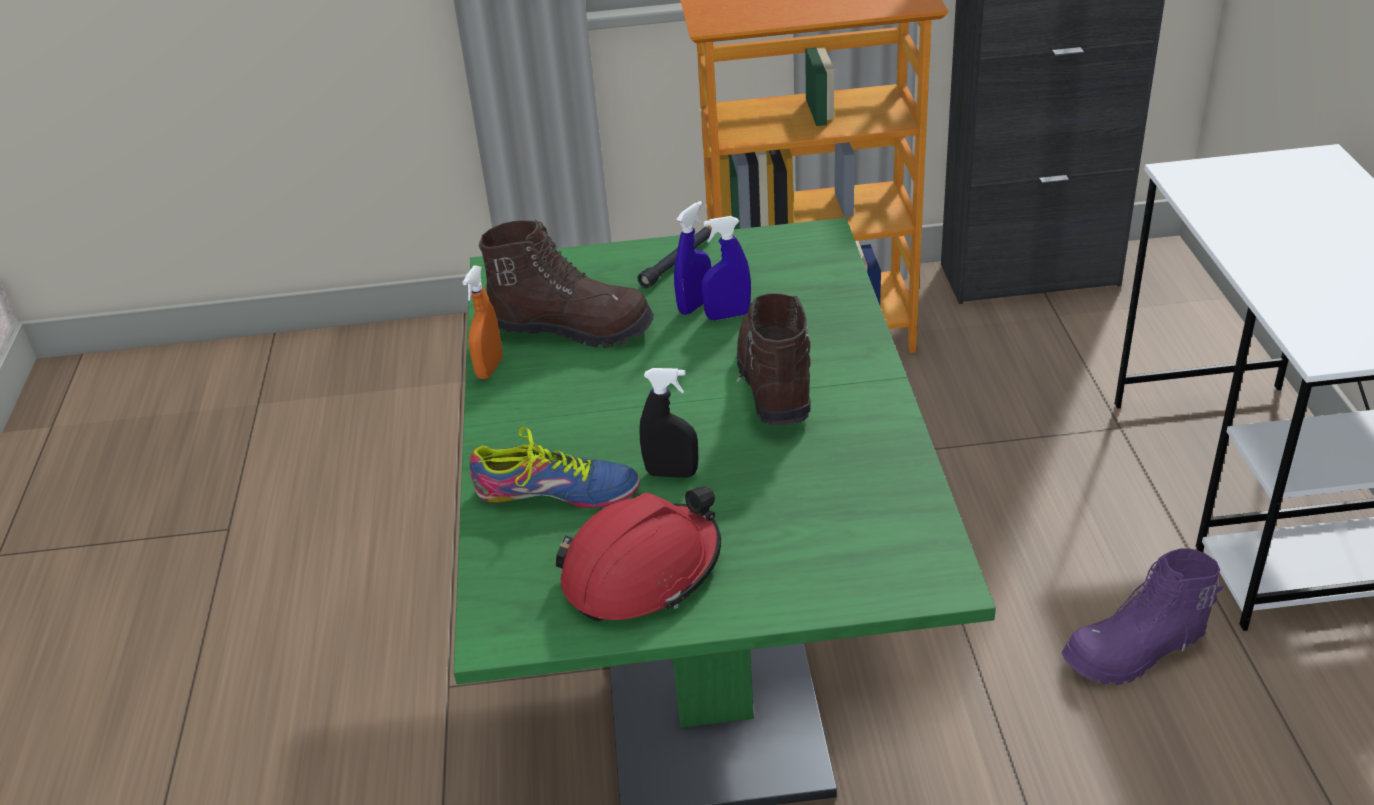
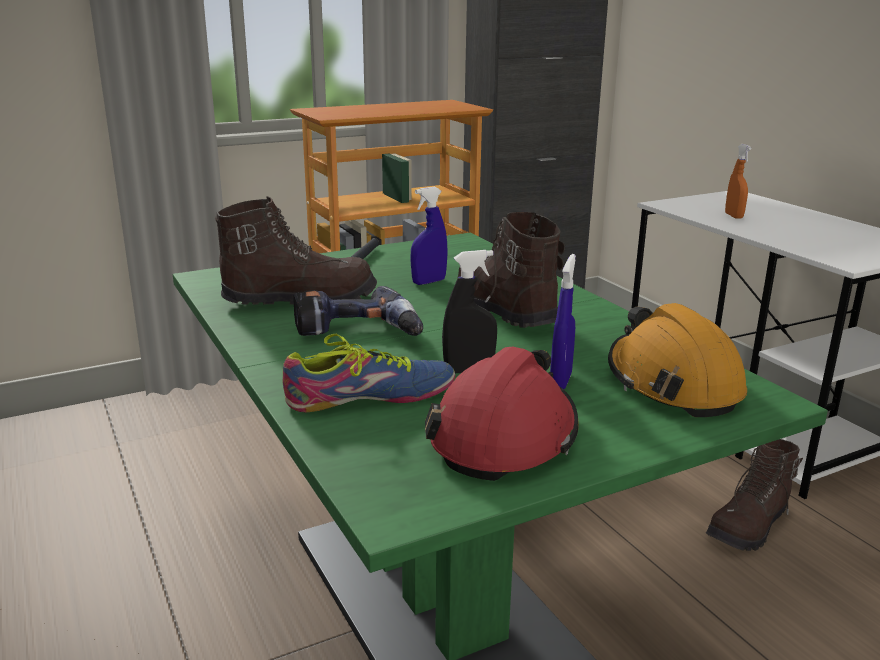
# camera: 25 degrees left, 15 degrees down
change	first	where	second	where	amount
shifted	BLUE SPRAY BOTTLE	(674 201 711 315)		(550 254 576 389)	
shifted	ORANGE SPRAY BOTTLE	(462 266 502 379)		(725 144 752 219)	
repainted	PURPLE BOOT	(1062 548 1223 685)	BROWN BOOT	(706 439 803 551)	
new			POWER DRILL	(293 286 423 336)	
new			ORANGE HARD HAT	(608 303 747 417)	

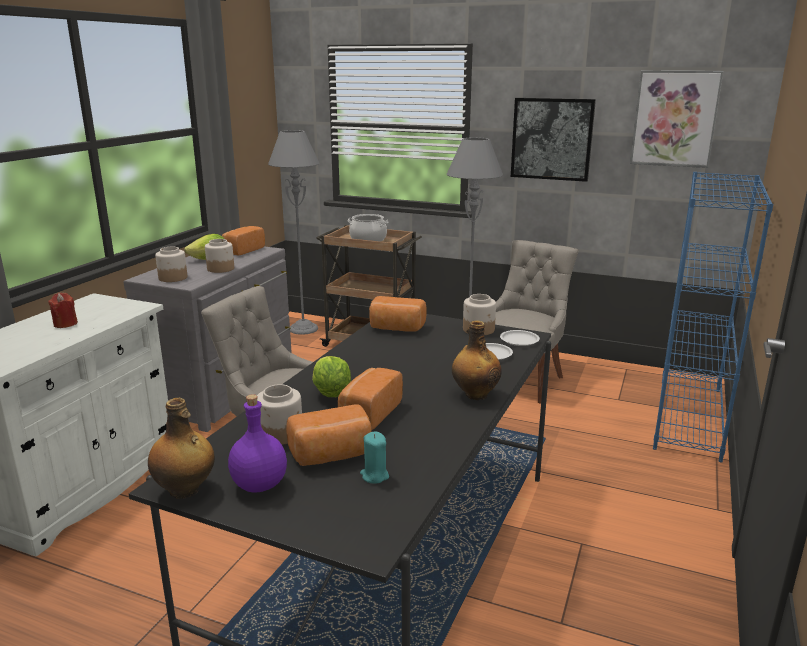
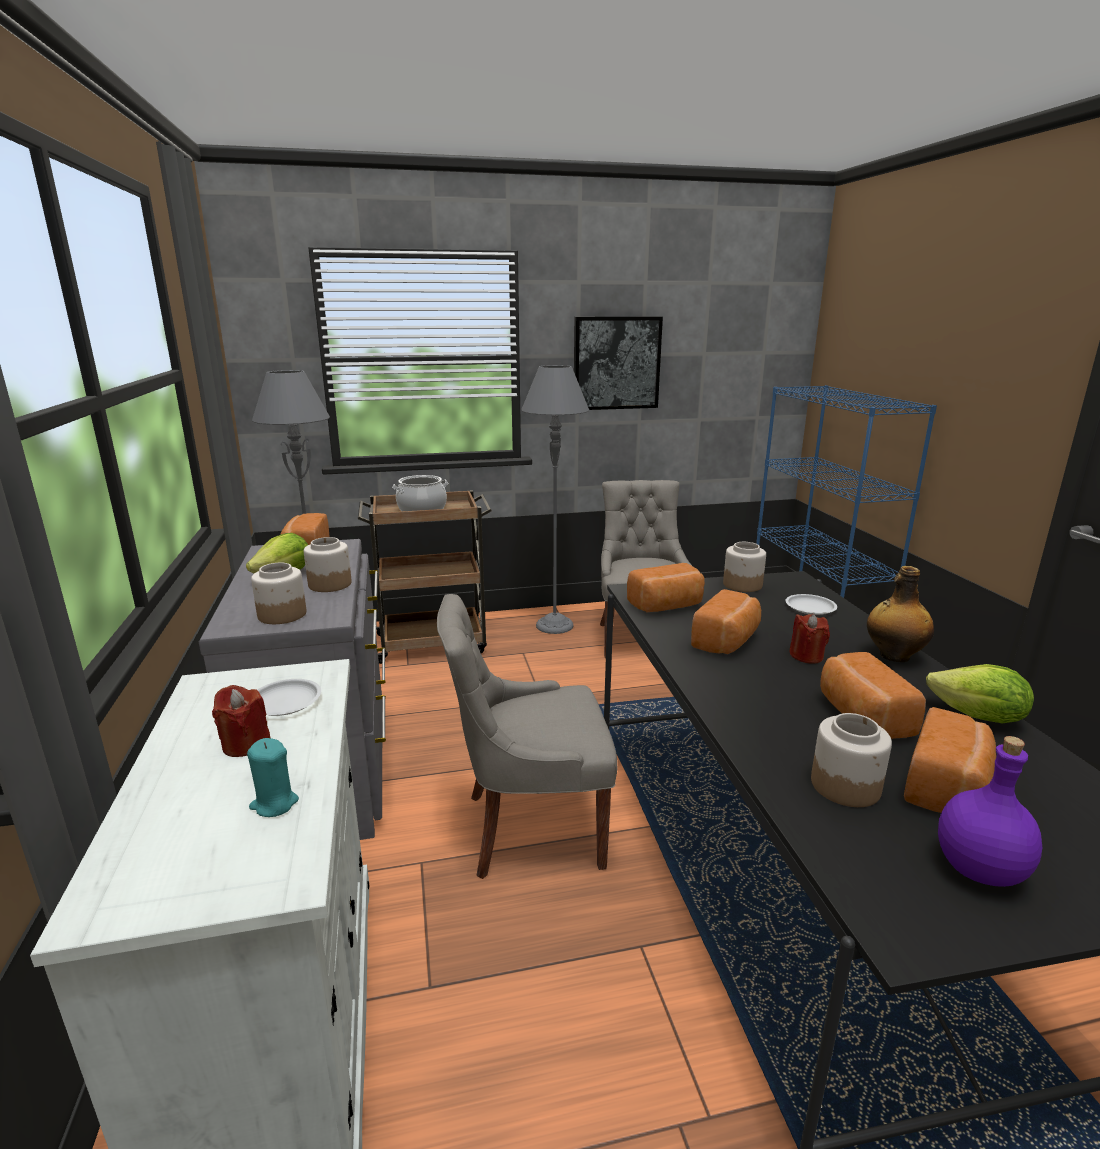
# camera: 35 degrees left, 0 degrees up
change	first	where	second	where	amount
gone	PICTURE	(630 70 723 168)			
shifted	WHITE PLATE	(500 330 540 346)		(257 679 321 716)	
shifted	LETTUCE	(312 356 351 397)		(926 664 1034 724)	
gone	BOTTLE	(148 397 215 499)			
shifted	TURQUOISE CANDLE	(360 432 389 483)		(247 738 299 817)	
new			BREAD	(691 589 761 654)	
new			RED CANDLE	(789 614 830 664)	

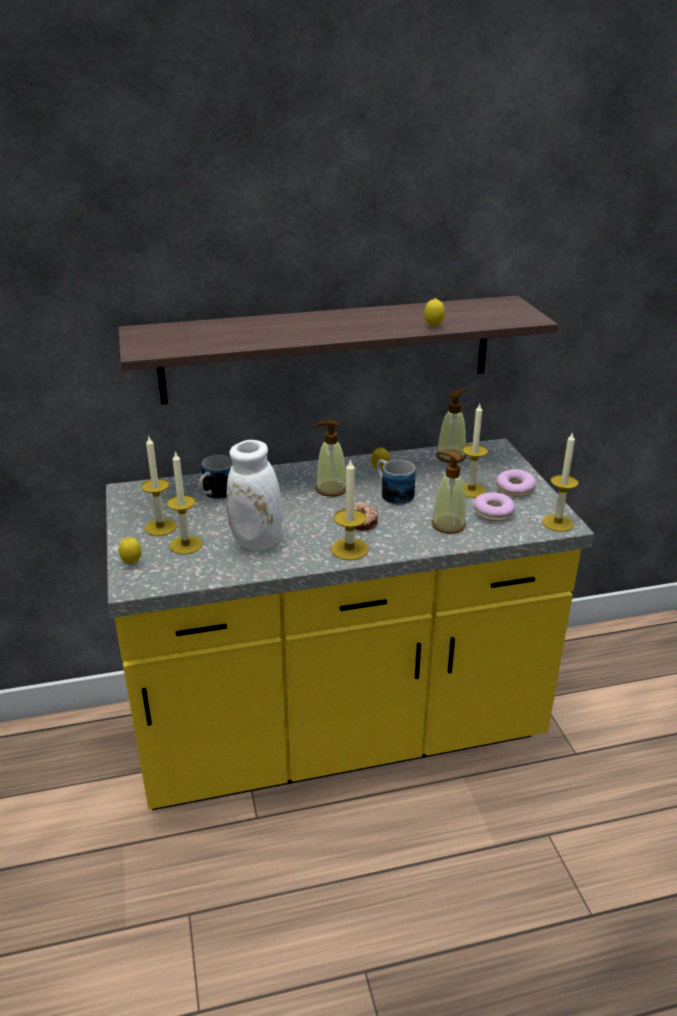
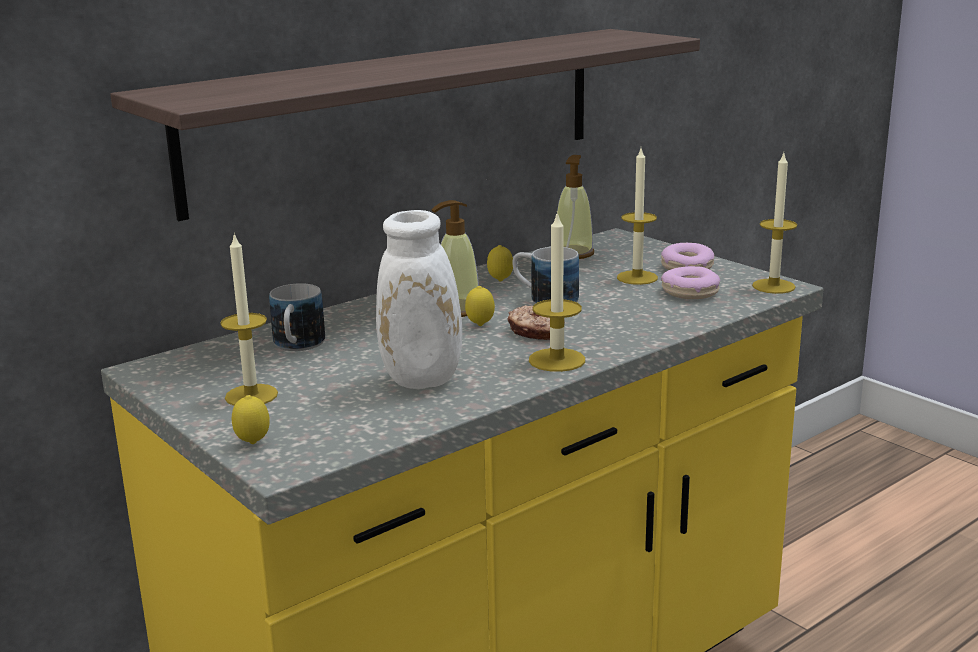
# camera: 25 degrees left, 10 degrees down
change	first	where	second	where	amount
shifted	LEMON	(424 298 445 327)		(465 286 495 326)	
gone	SOAP DISPENSER	(432 450 466 534)			
gone	CANDLE	(167 451 202 554)			

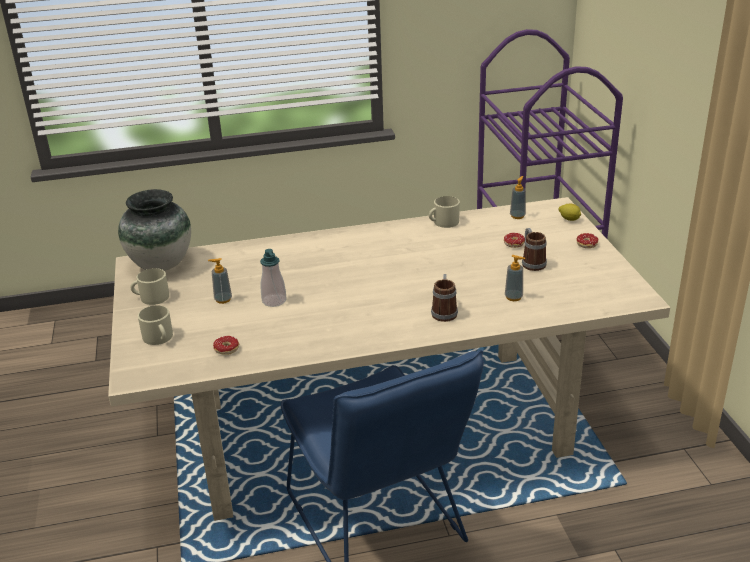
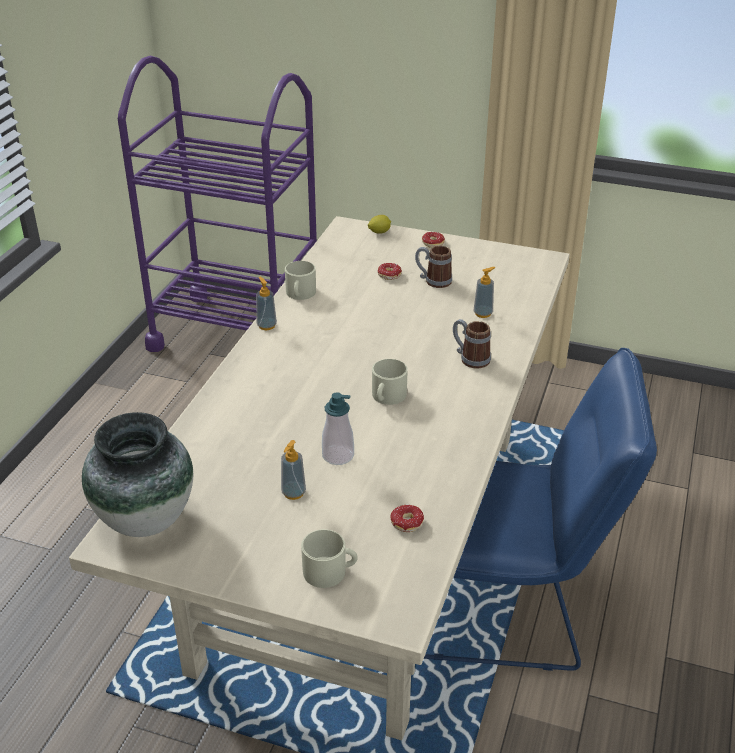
# camera: 60 degrees left, 5 degrees up
change	first	where	second	where	amount
shifted	SOAP DISPENSER	(510 176 526 219)		(256 277 277 330)	
shifted	BEIGE MUG	(130 268 169 305)		(372 359 408 405)	

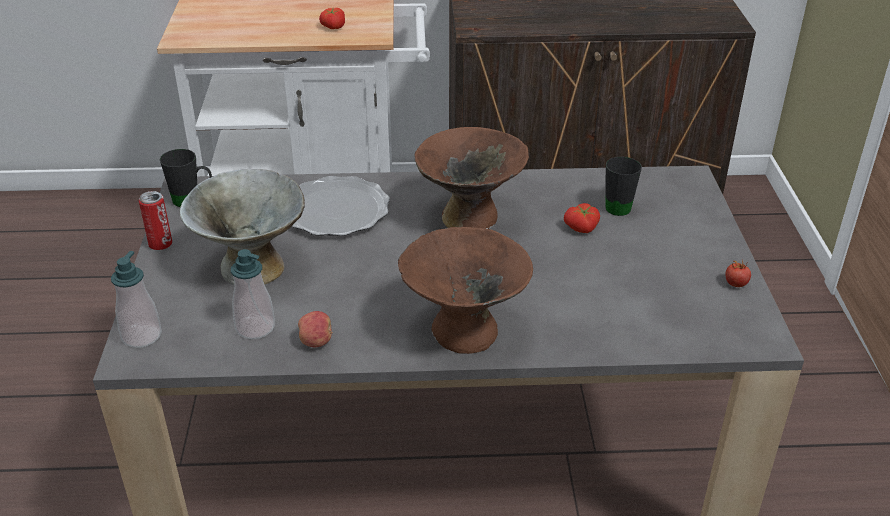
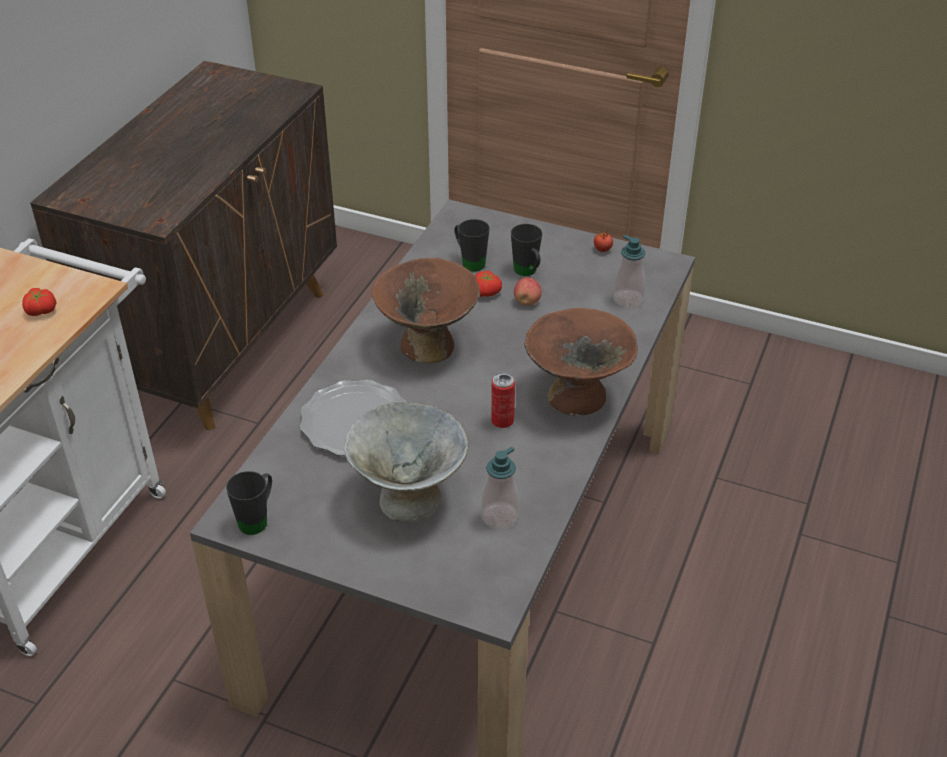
# camera: 65 degrees left, 5 degrees up
change	first	where	second	where	amount
shifted	CAN	(139 191 172 250)		(491 373 515 428)	
shifted	SOAP DISPENSER	(111 251 162 348)		(613 235 645 308)	
shifted	APPLE	(298 311 333 347)		(514 277 542 305)	
new			BLACK MUG	(511 224 542 276)	

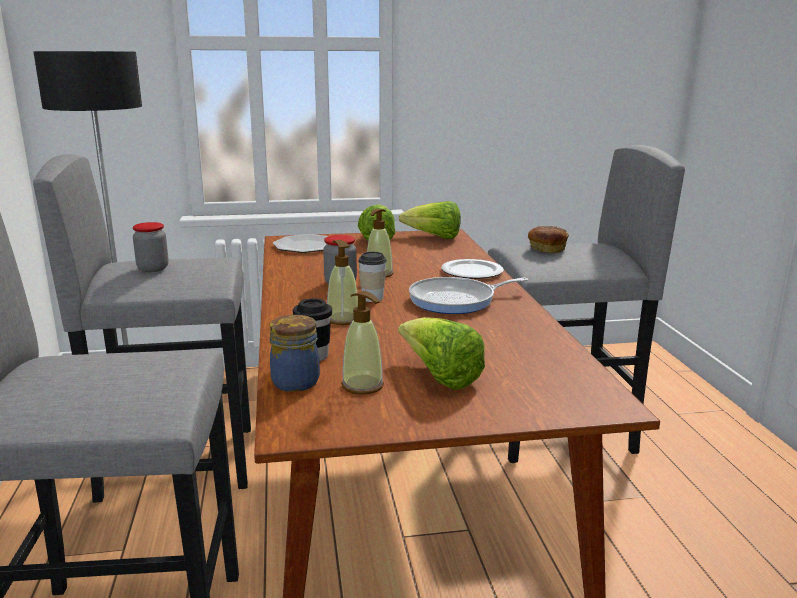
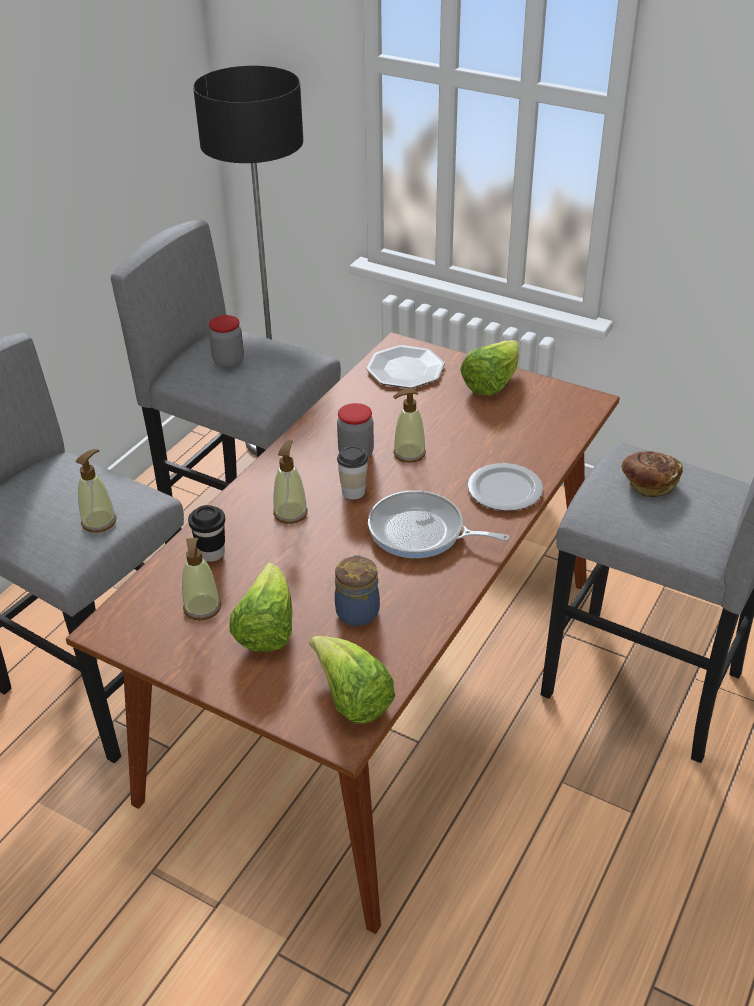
# camera: 40 degrees right, 20 degrees up
change	first	where	second	where	amount
shifted	LETTUCE	(399 201 461 239)		(310 636 395 724)	
shifted	JAR	(270 315 320 392)		(335 555 380 626)	
new			SOAP DISPENSER	(75 449 117 533)	

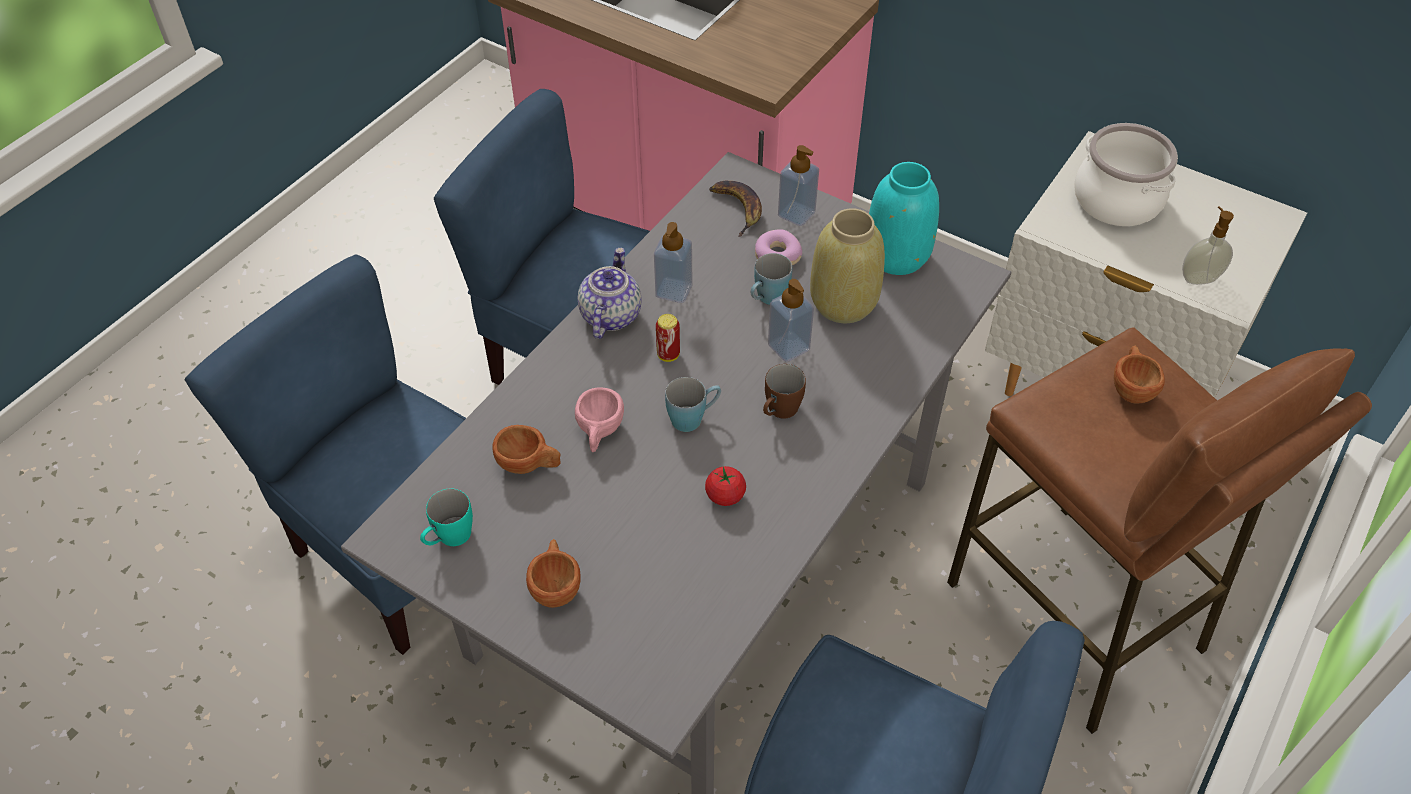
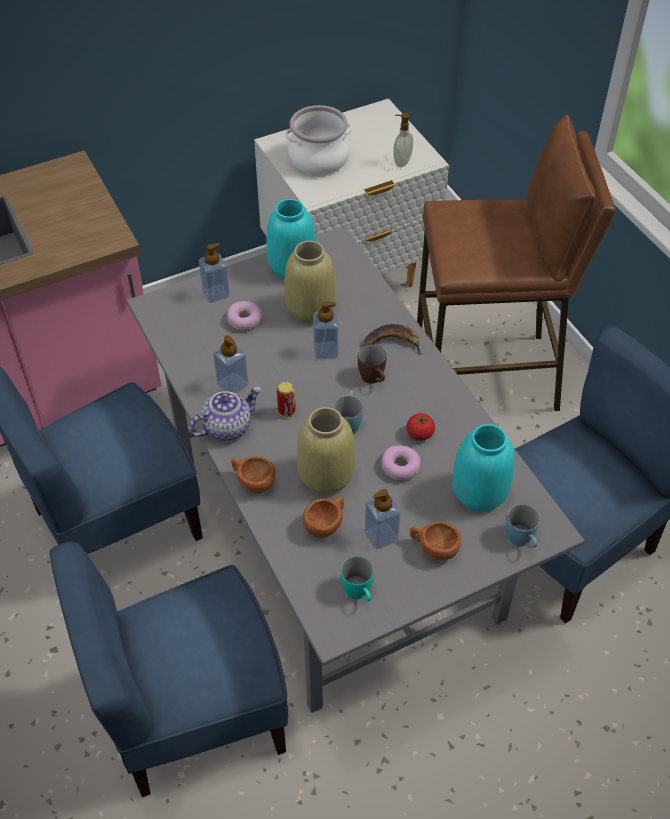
# camera: 60 degrees left, 0 degrees up
change	first	where	second	where	amount
shifted	BANANA	(709 181 762 237)		(363 324 422 355)	
rotated	TEAPOT	(578 247 641 339)		(188 387 261 441)	105 degrees clockwise
shifted	BLUE MUG	(751 253 792 305)		(506 504 539 548)	
shifted	BROWN CUP	(1114 346 1165 403)		(231 456 276 493)	
swapped	PINK CUP	(575 388 624 452)	BEIGE VASE	(297 407 355 494)	
new			TURQUOISE VASE	(452 424 515 511)	
new			DONUT	(381 445 421 480)	
new			SOAP DISPENSER	(365 489 401 549)	

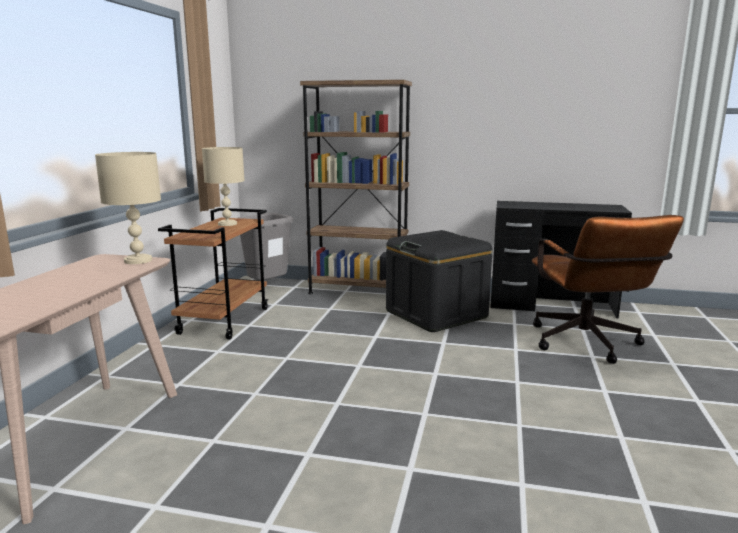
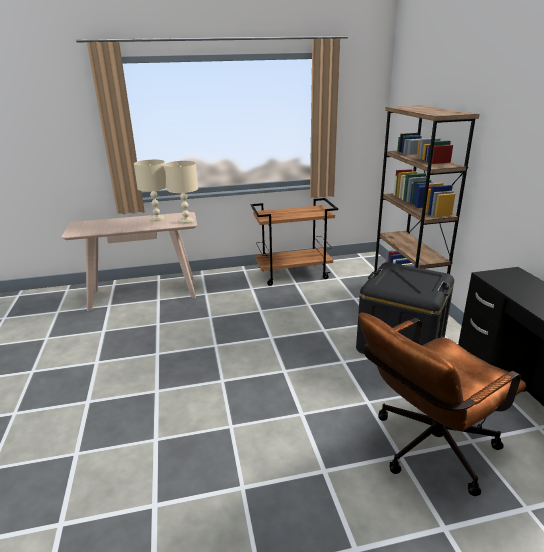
# camera: 65 degrees right, 10 degrees up
change	first	where	second	where	amount
shifted	BEIGE TABLE LAMP	(202 147 245 226)		(134 160 167 221)	
gone	GREY TRASH CAN	(239 213 293 281)			

